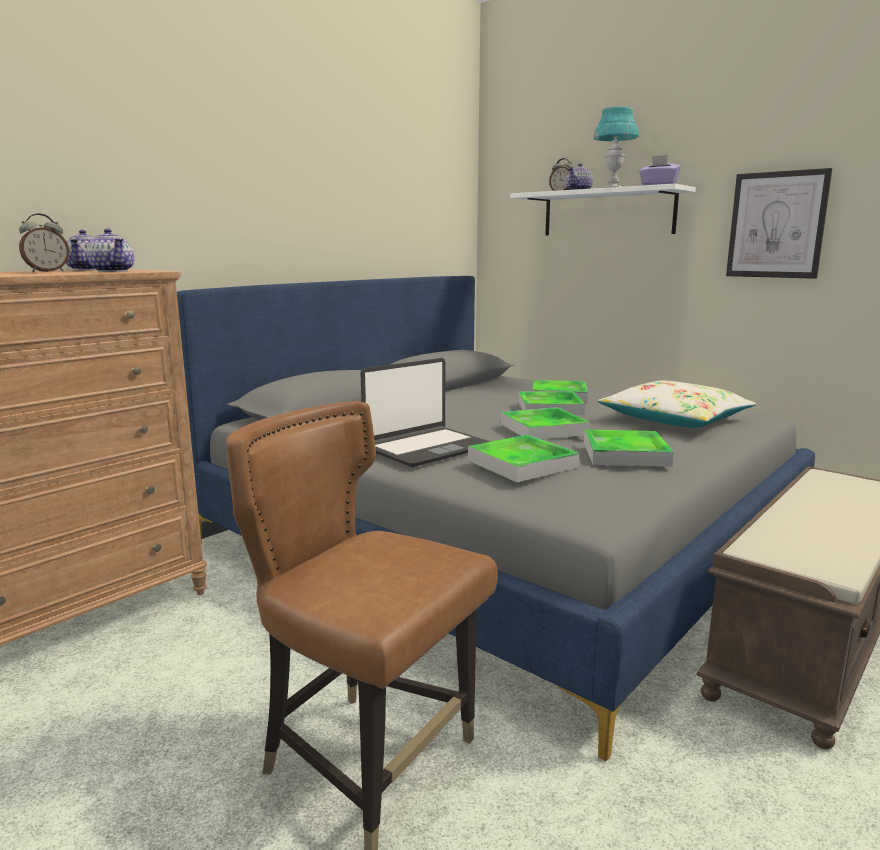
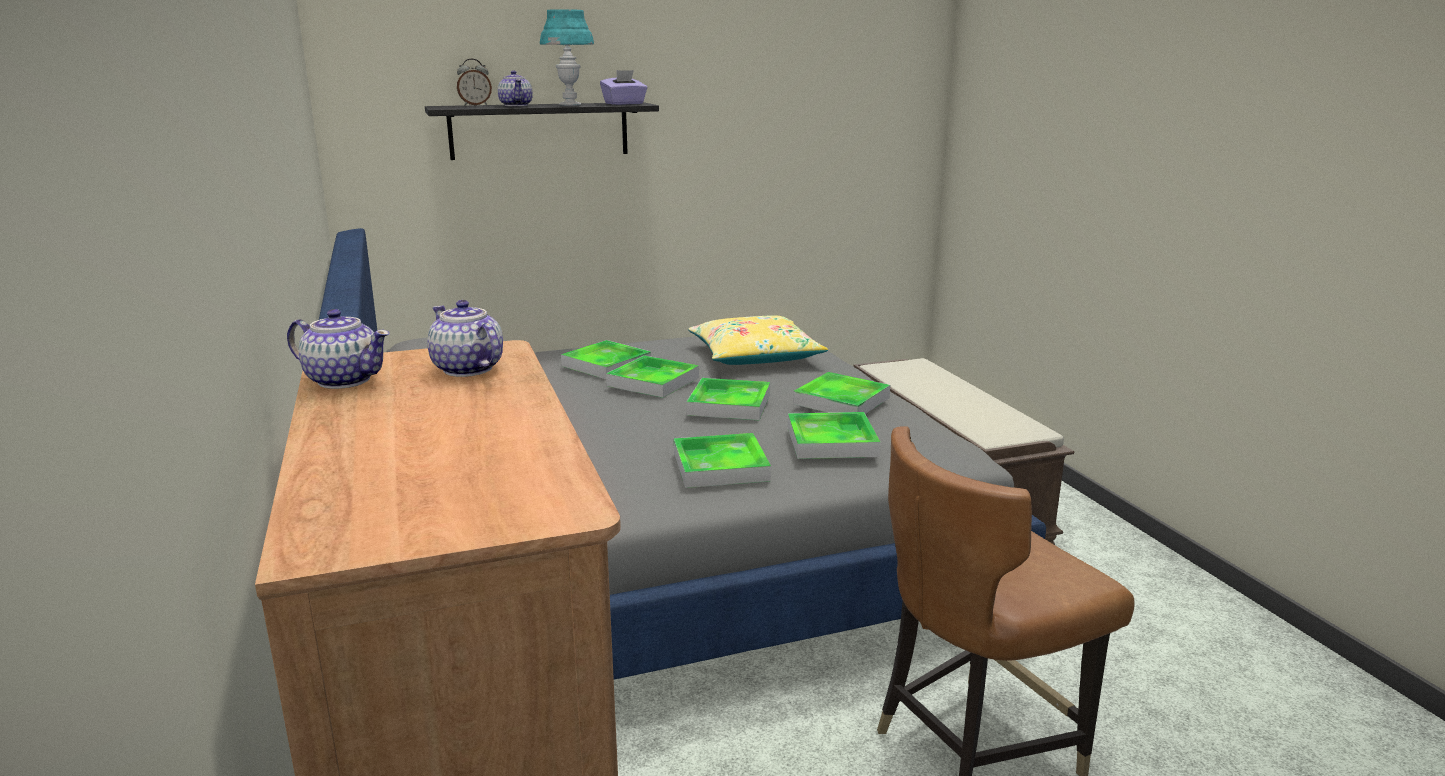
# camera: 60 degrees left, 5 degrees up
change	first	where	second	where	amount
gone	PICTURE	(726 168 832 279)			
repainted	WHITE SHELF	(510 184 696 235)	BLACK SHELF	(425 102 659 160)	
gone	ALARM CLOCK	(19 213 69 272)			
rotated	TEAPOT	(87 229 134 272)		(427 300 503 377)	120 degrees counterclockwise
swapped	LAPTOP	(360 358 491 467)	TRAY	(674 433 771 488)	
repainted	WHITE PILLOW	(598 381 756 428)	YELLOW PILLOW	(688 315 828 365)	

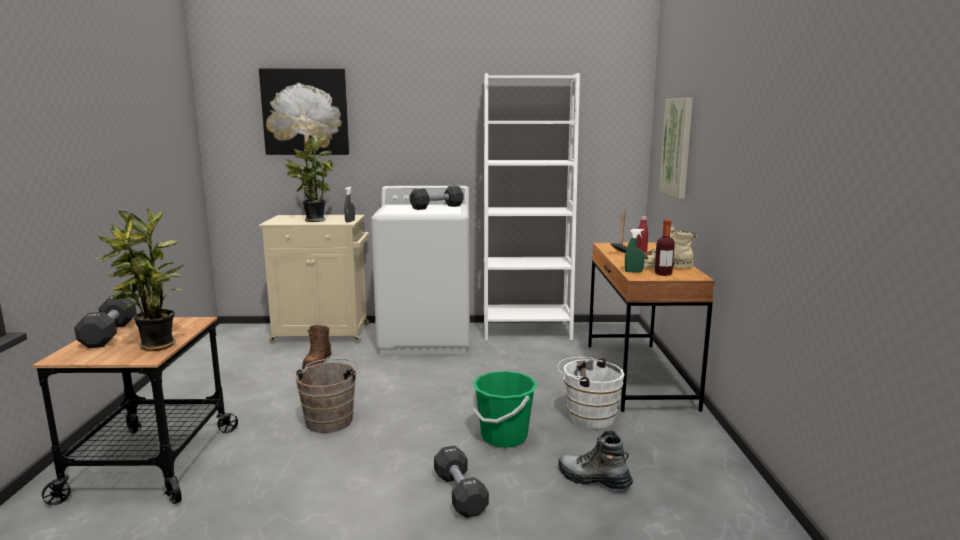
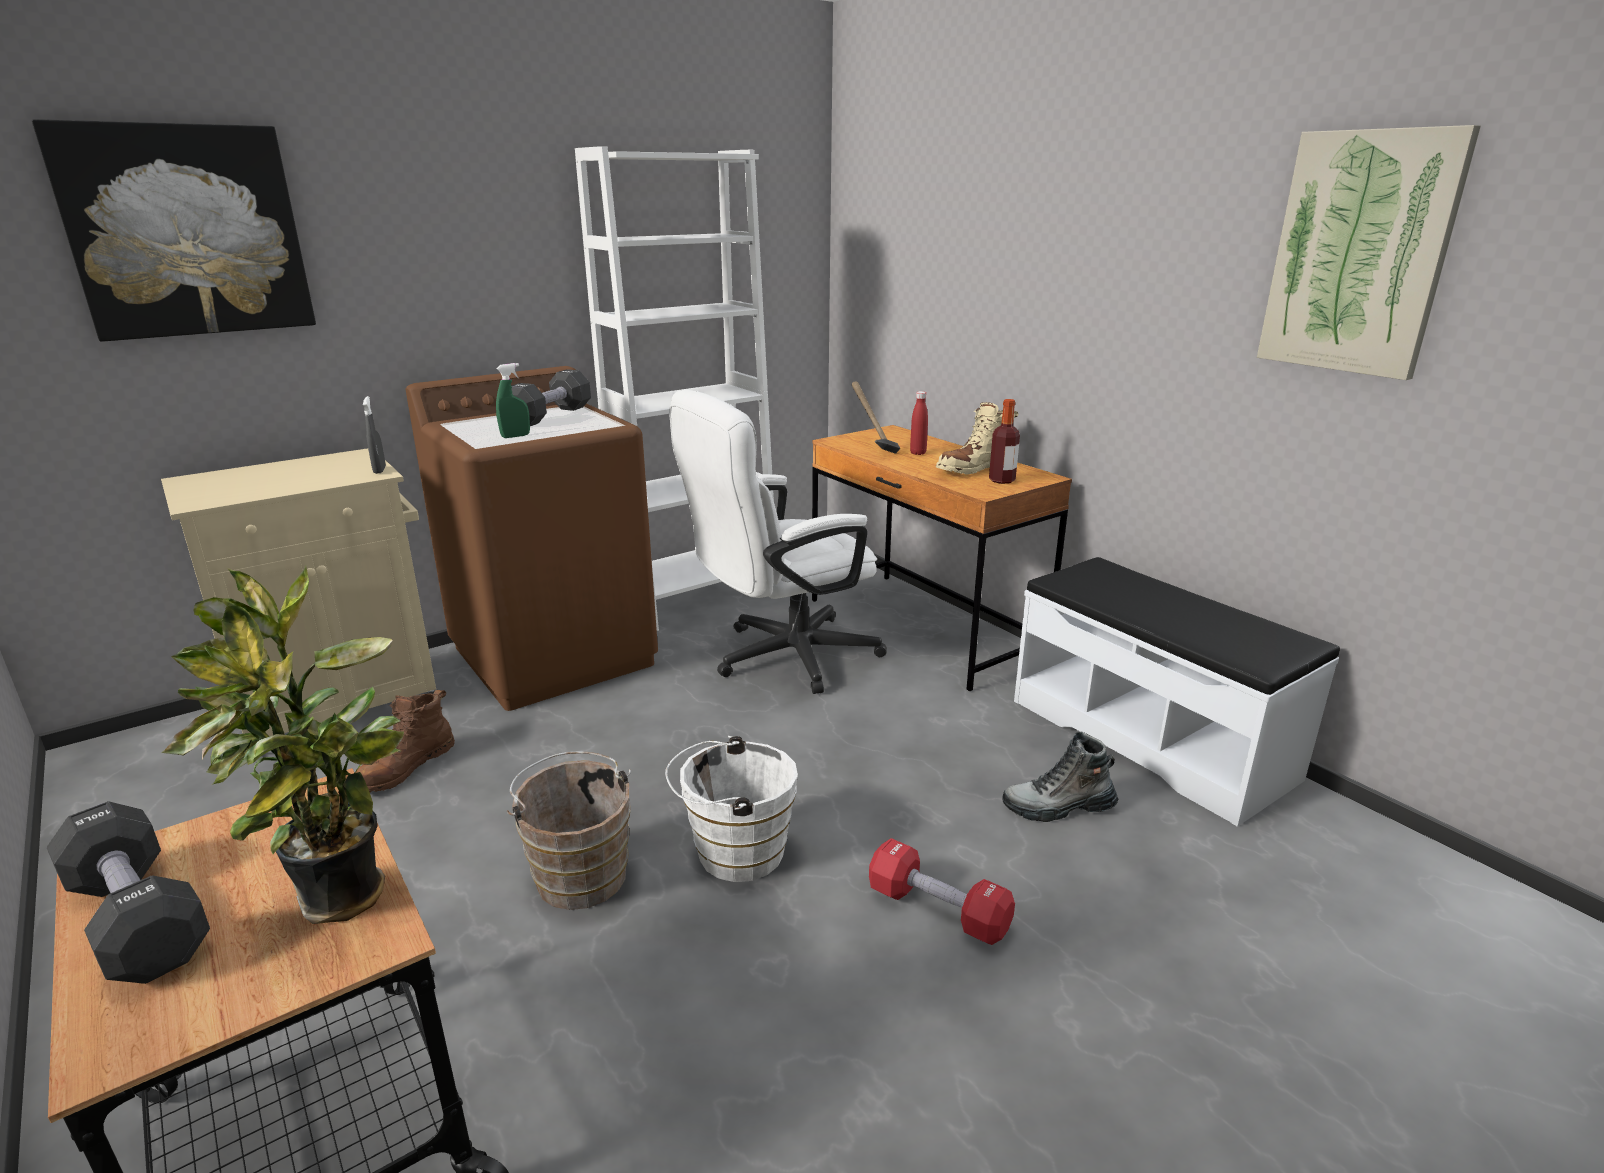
# camera: 35 degrees left, 10 degrees up
change	first	where	second	where	amount
shifted	PICTURE	(659 98 693 199)		(1257 125 1481 380)	
gone	POTTED PLANT	(285 135 334 222)			
repainted	WHITE WASHING MACHINE	(371 186 470 354)	BROWN WASHING MACHINE	(406 366 658 711)	
shifted	GREEN SPRAY BOTTLE	(625 229 645 272)		(496 363 530 438)	
rotated	BROWN BOOT	(302 325 331 369)		(356 690 455 793)	60 degrees clockwise
shifted	WHITE BUCKET	(557 357 625 429)		(665 736 798 882)	
gone	GREEN BUCKET	(473 371 538 448)			
repainted	BLACK DUMBBELL	(434 445 489 518)	RED DUMBBELL	(869 838 1015 945)	
new			WHITE OFFICE CHAIR	(669 389 887 694)	
new			WHITE BENCH	(1014 557 1340 827)	

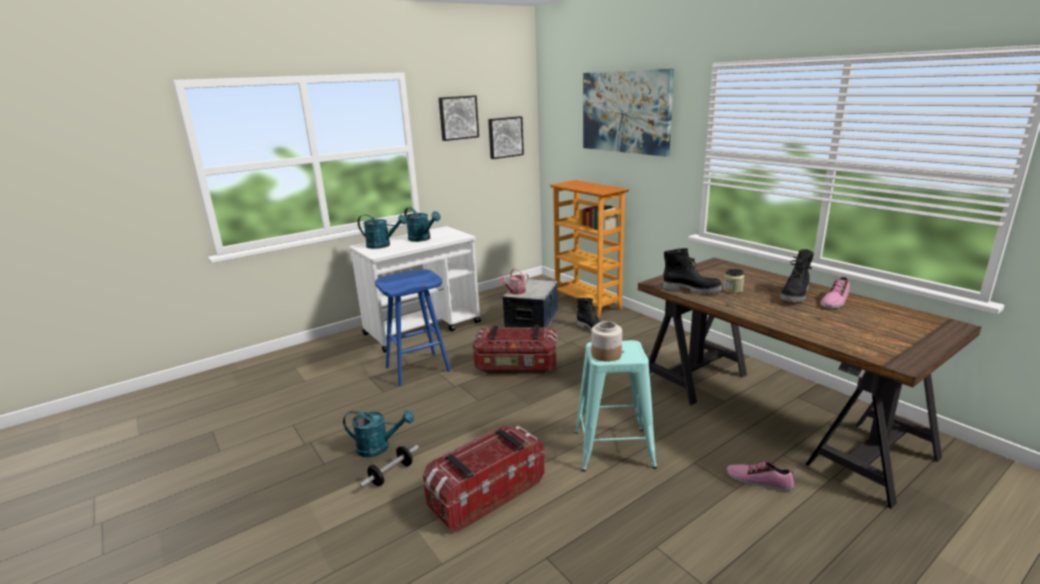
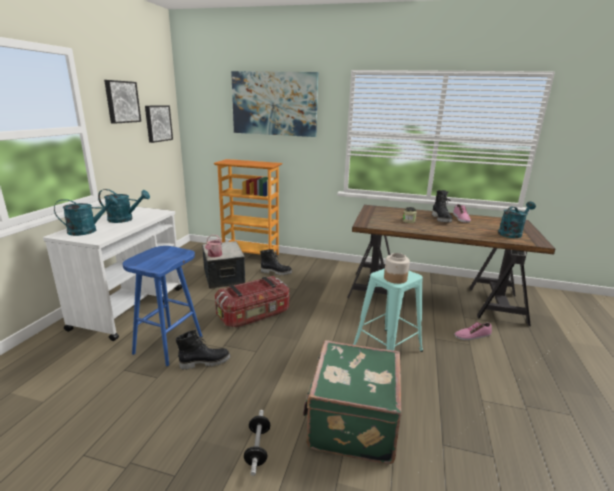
# camera: 40 degrees left, 0 degrees up
change	first	where	second	where	amount
shifted	BLACK BOOT	(663 248 723 294)		(176 330 230 370)	
shifted	TURQUOISE WATERING CAN	(343 410 414 457)		(498 201 536 238)	
swapped	STORAGE BOX	(423 426 545 533)	GREEN SUITCASE	(303 340 402 464)	

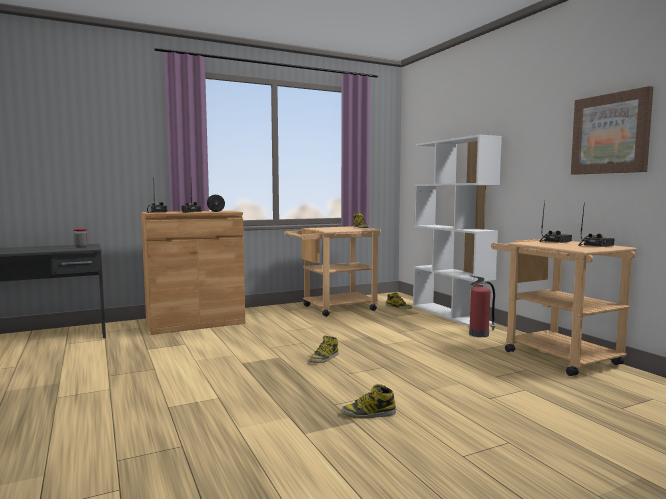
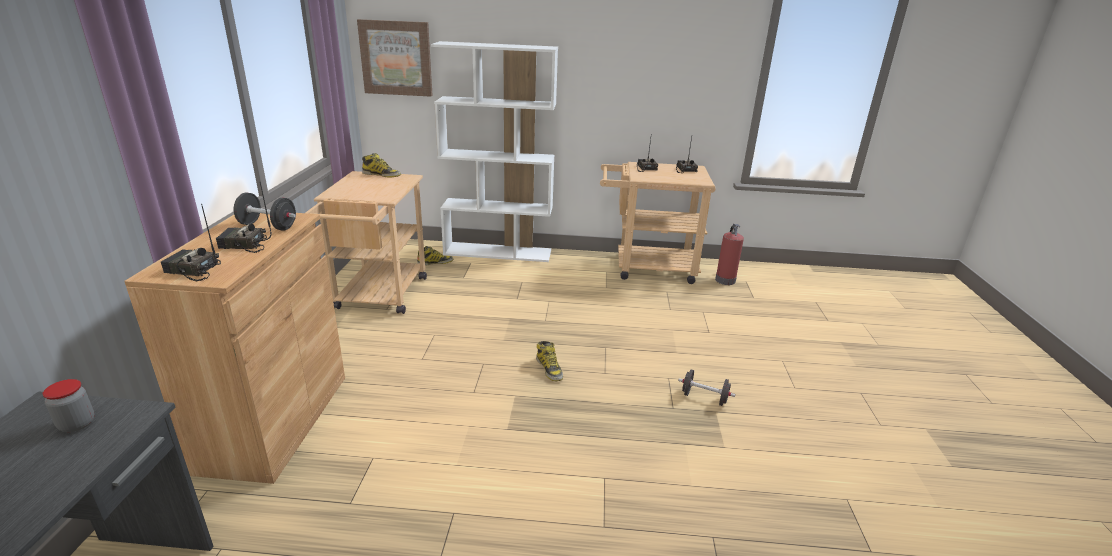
# camera: 60 degrees left, 20 degrees up
change	first	where	second	where	amount
shifted	PICTURE	(571 86 653 175)		(357 19 433 97)	
shifted	FIRE EXTINGUISHER	(469 276 495 337)		(715 224 744 285)	
swapped	BOOT	(341 384 396 419)	BLACK DUMBBELL	(678 369 735 406)	

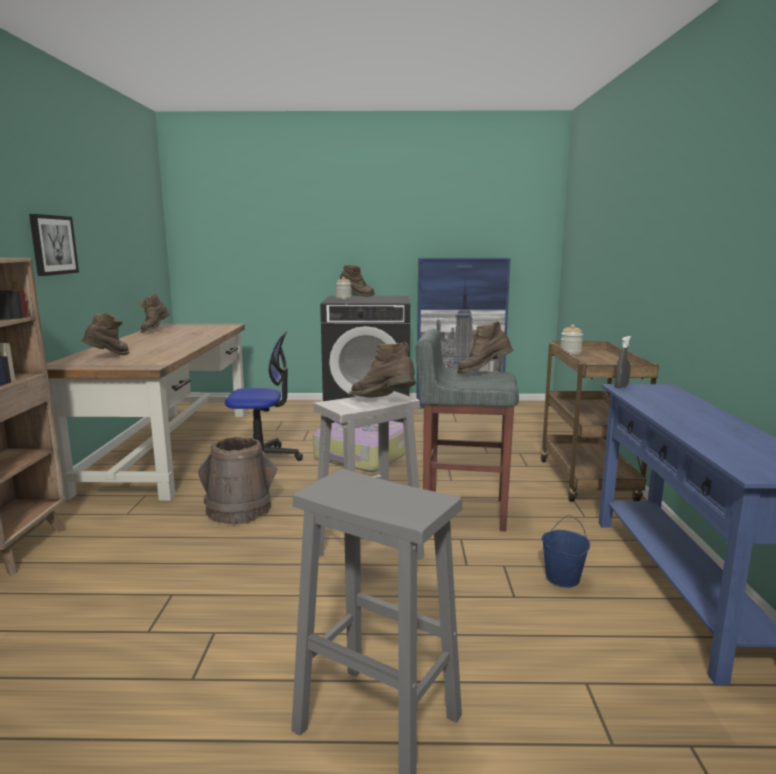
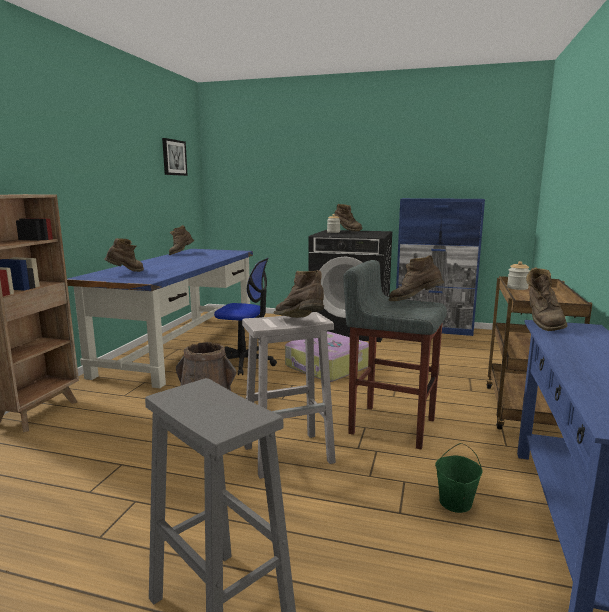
# camera: 15 degrees right, 0 degrees up
change	first	where	second	where	amount
shifted	PICTURE	(29 214 79 276)		(162 138 188 176)	
repainted	BROWN DESK	(46 324 246 501)	BLUE DESK	(67 249 253 388)	
swapped	GREY SPRAY BOTTLE	(615 336 631 388)	BROWN BOOT	(526 267 568 331)	
repainted	BLUE BUCKET	(542 515 590 588)	GREEN BUCKET	(435 443 483 513)	

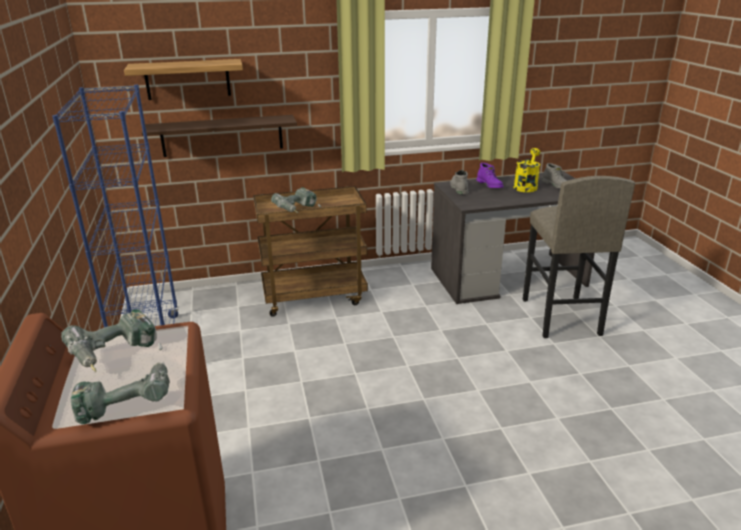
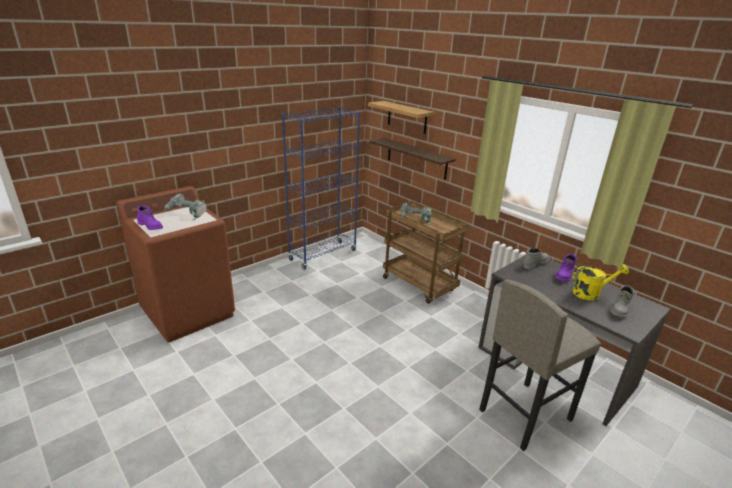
# camera: 60 degrees right, 0 degrees up
change	first	where	second	where	amount
swapped	POWER DRILL	(71 362 170 424)	PURPLE BOOT	(137 206 163 230)	

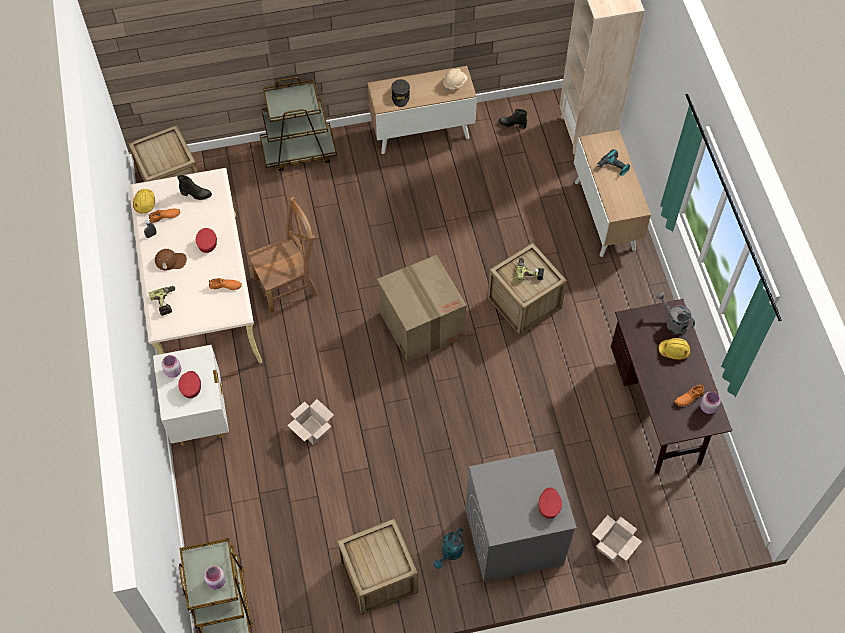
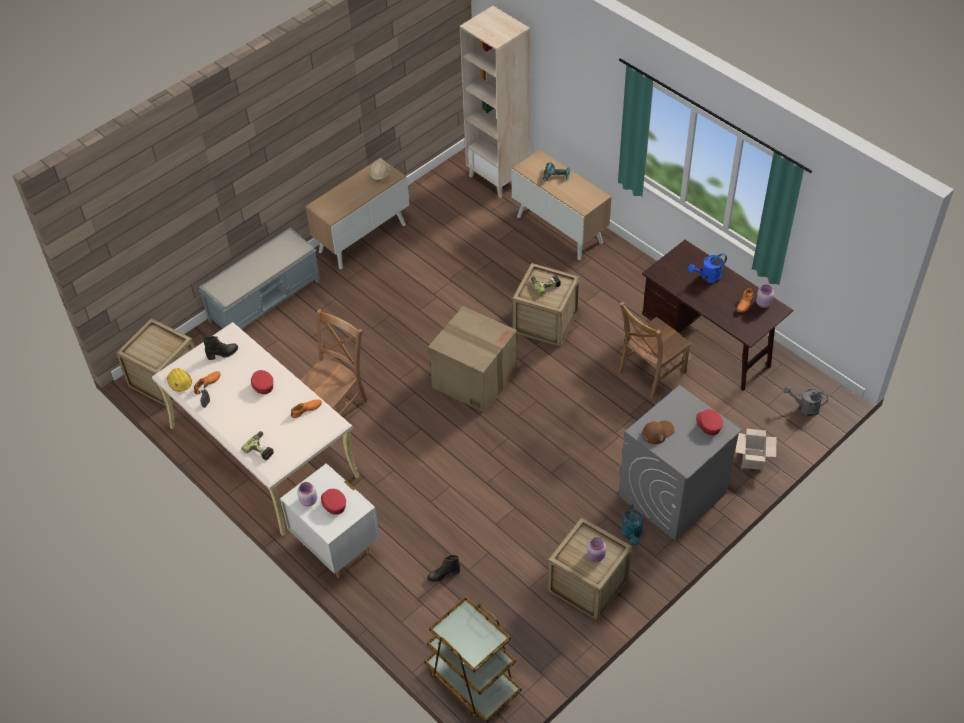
# camera: 30 degrees left, 10 degrees down
change	first	where	second	where	amount
swapped	BROWN CART	(260 77 337 171)	GREY BENCH	(199 228 320 329)	
gone	GREY CAP	(391 79 410 107)			
shifted	BLACK BOOT	(498 109 527 129)		(427 555 460 582)	
shifted	BROWN CAP	(155 249 187 270)		(642 420 675 444)	
shifted	GREY WATERING CAN	(656 292 695 335)		(784 386 828 416)	
swapped	YELLOW HARD HAT	(659 338 690 360)	BLUE WATERING CAN	(688 253 727 283)	
gone	CARDBOARD BOX	(287 399 334 445)			
shifted	PINK JAR	(204 566 226 589)		(587 537 606 562)	
new			BROWN CHAIR	(618 302 691 399)	

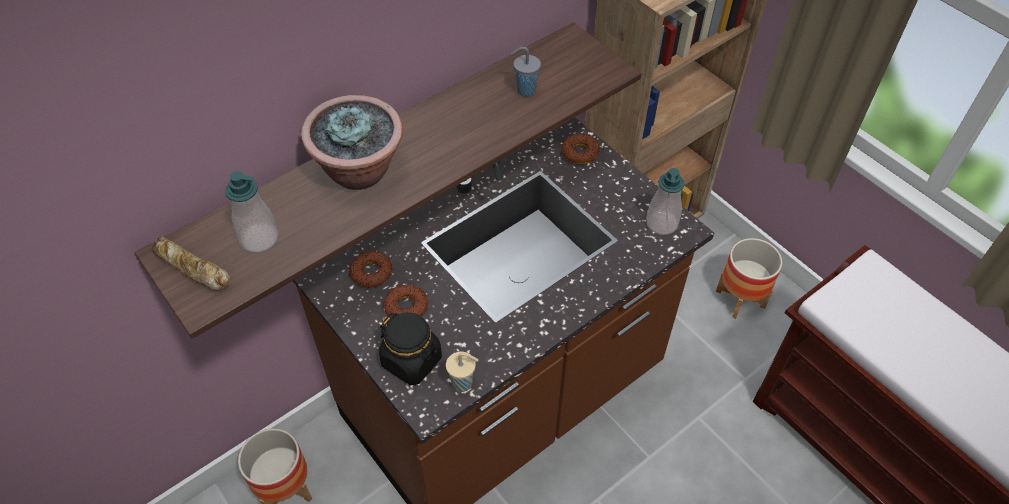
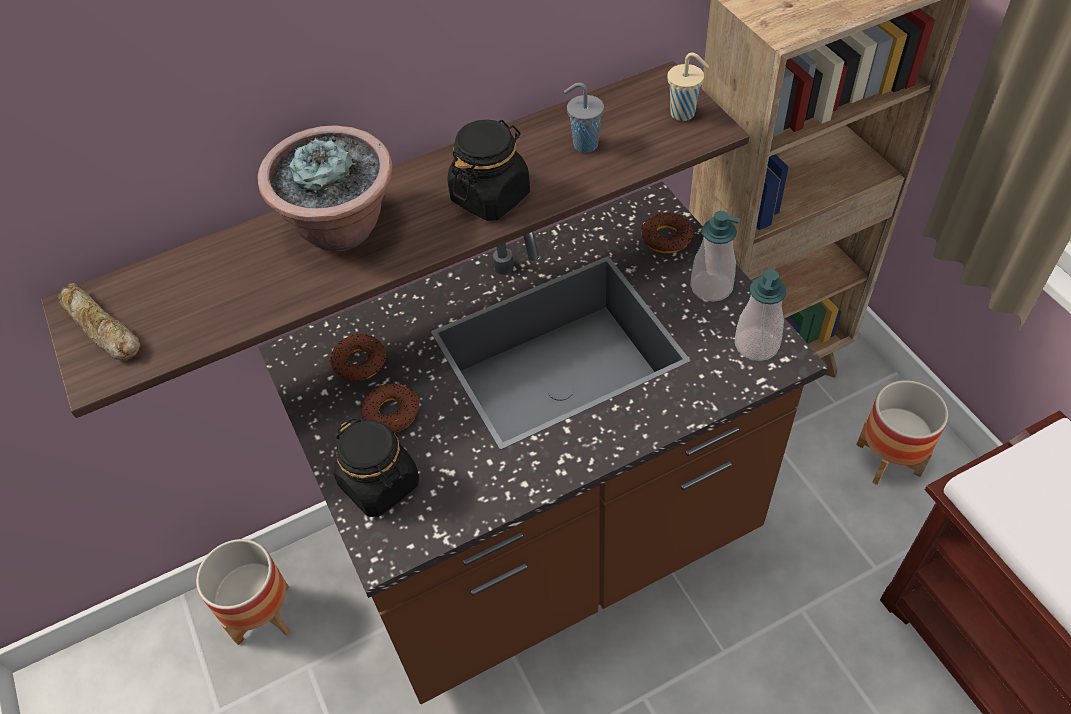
# camera: 15 degrees right, 0 degrees up
change	first	where	second	where	amount
shifted	SOAP DISPENSER	(225 171 279 252)		(690 211 740 302)	
shifted	BEIGE CUP	(446 352 478 392)		(667 52 709 121)	
new			BLACK JAR	(447 120 530 221)	

